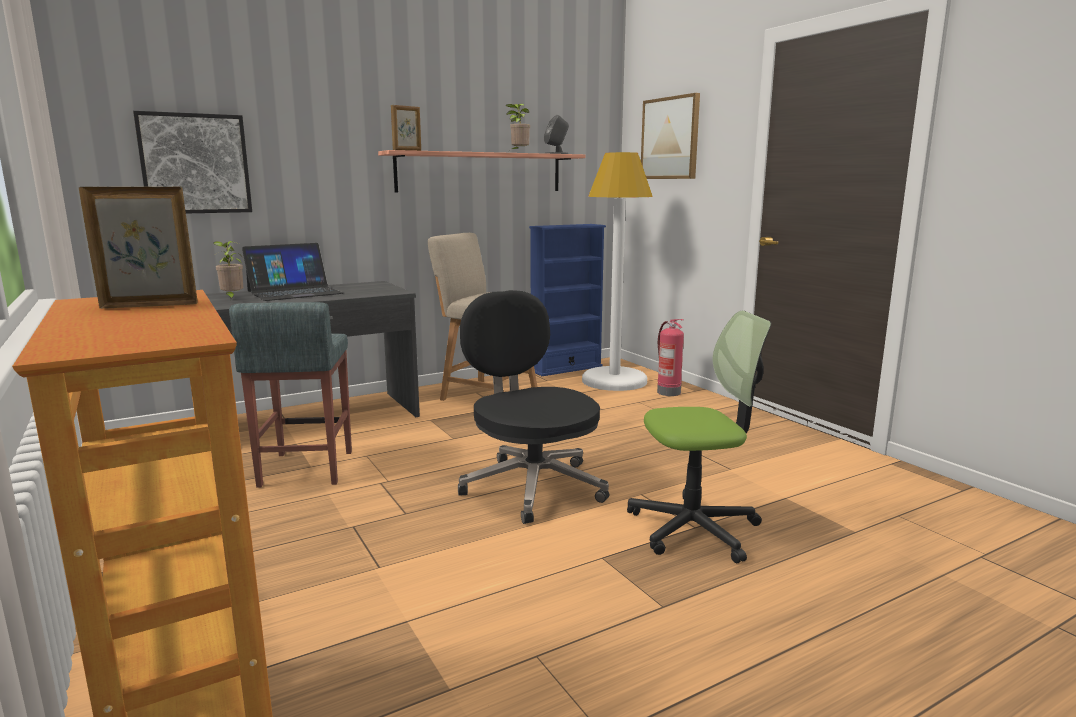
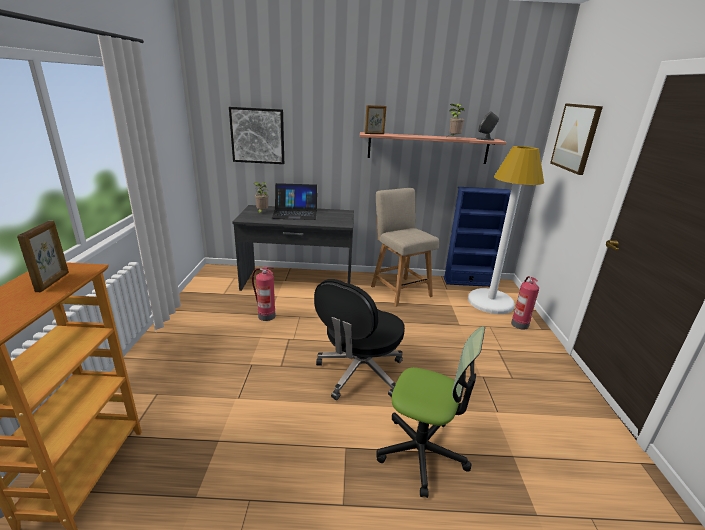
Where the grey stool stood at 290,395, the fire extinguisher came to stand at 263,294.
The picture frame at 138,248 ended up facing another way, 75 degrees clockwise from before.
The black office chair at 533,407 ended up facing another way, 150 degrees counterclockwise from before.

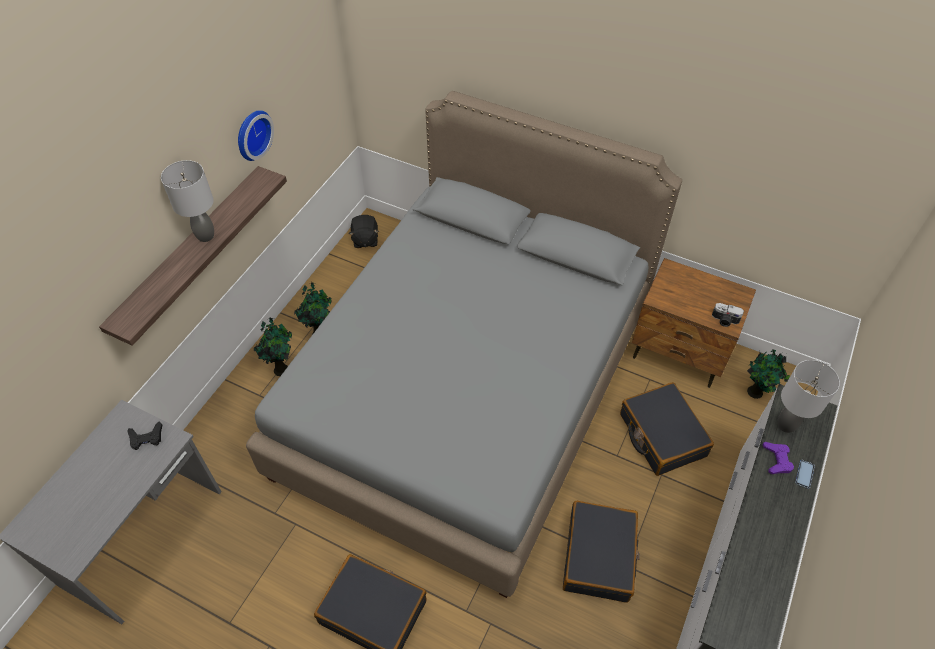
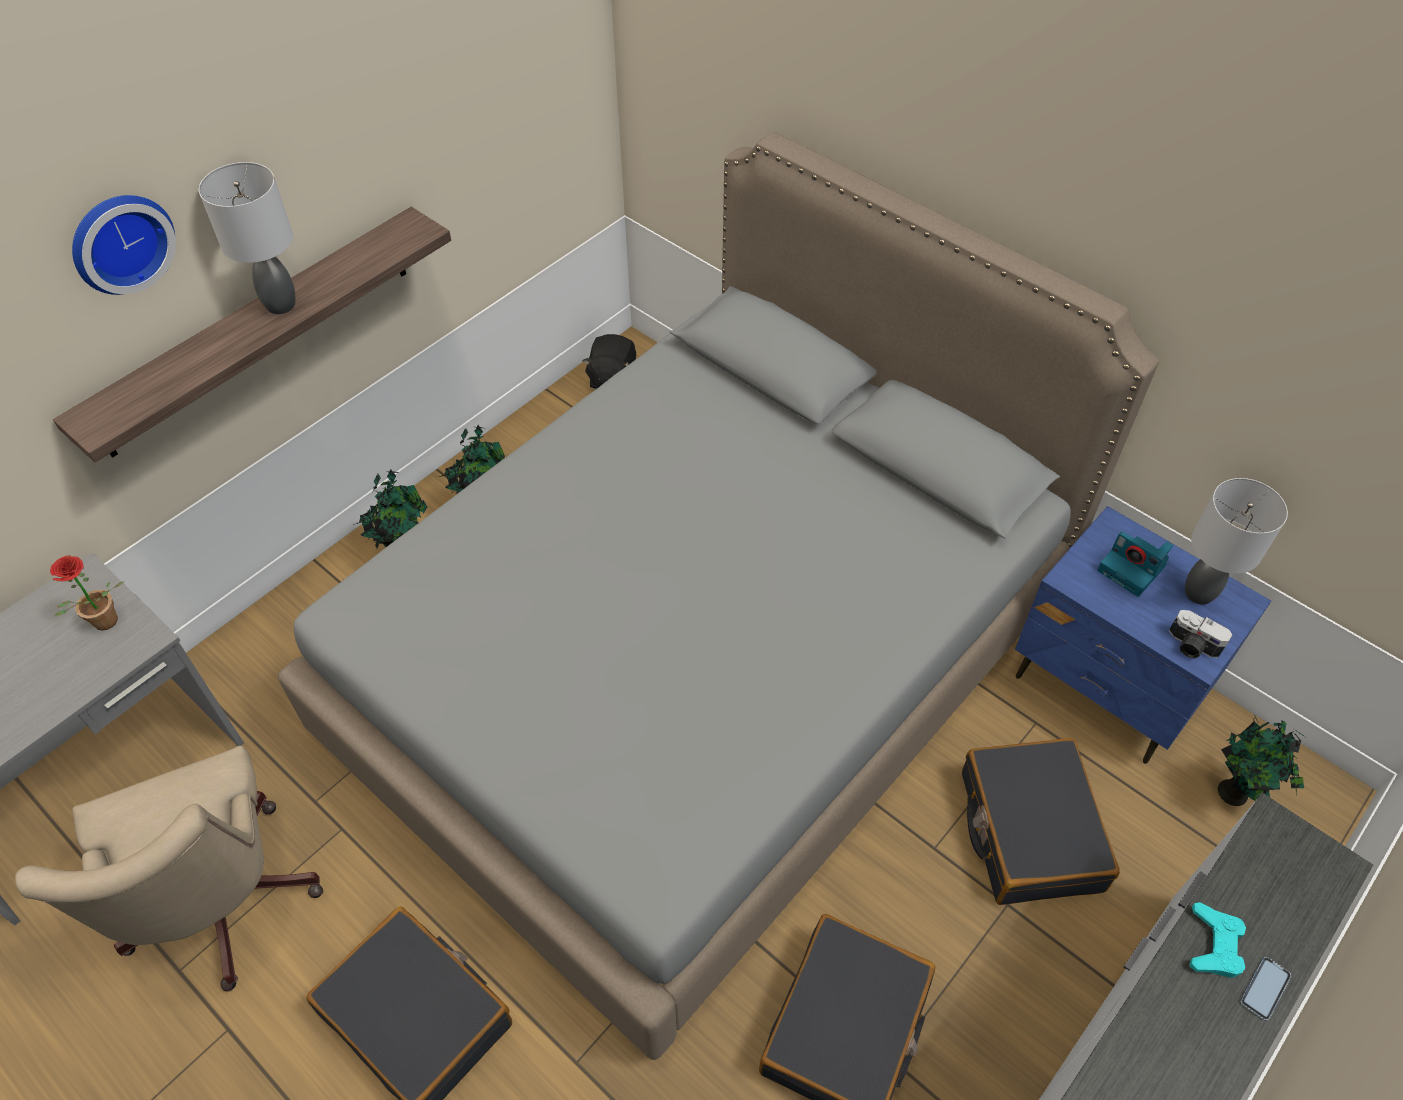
The second view gained the beige office chair at 169,869.
The second view gained the photo camera at 1135,564.
The wall clock ended up elsewhere, having gone from 256,135 to 124,245.
The grey table lamp ended up elsewhere, having gone from 809,396 to 1236,541.
Where the black game controller stood at 144,435, the potted plant came to stand at 87,593.
What was the brown nightstand at 694,323 turned into the blue nightstand at 1143,635.
What was the purple game controller at 778,458 turned into the turquoise game controller at 1217,940.

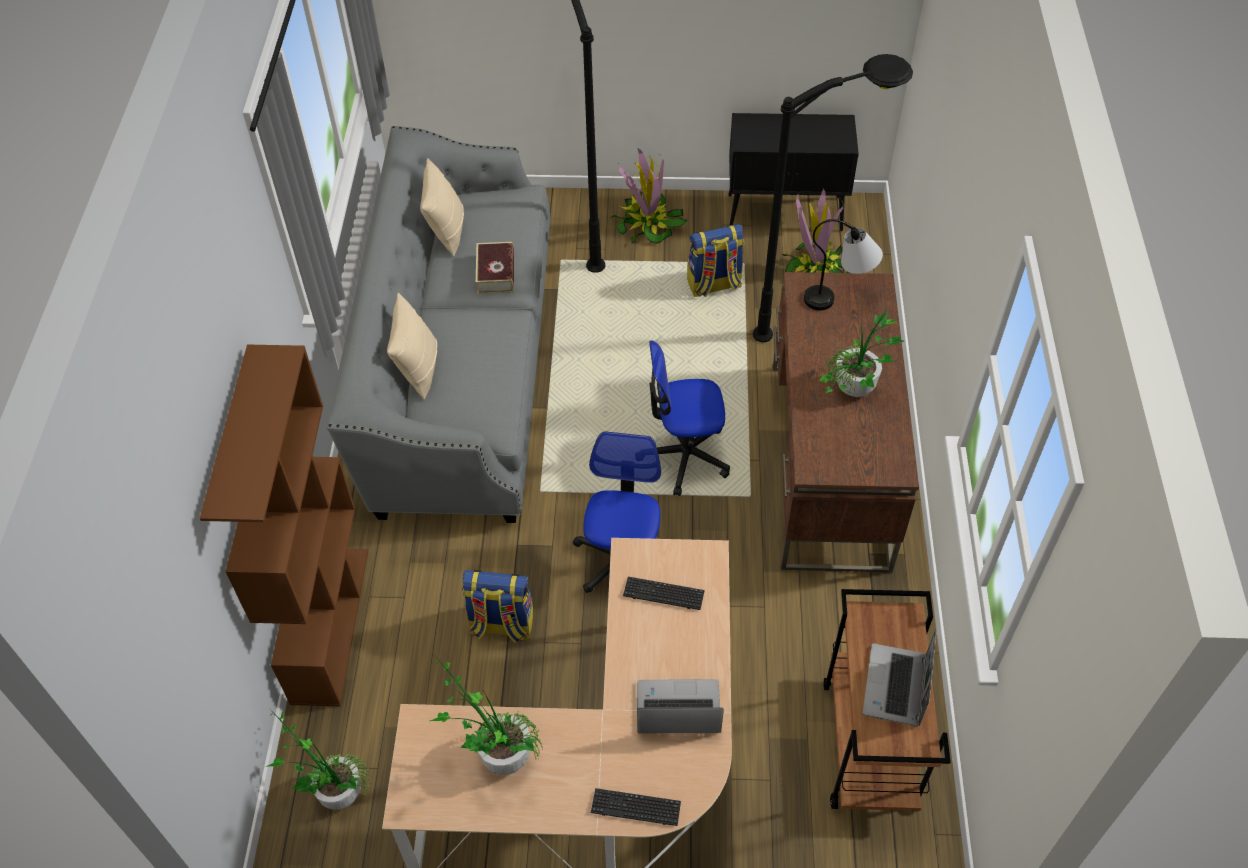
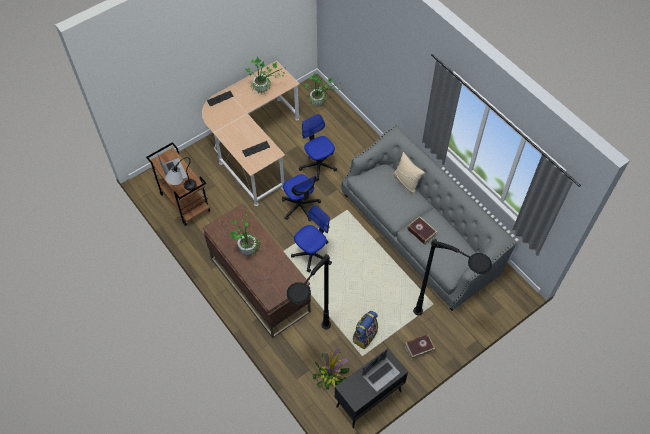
The second view lost the brown bookcase at 283,525.
The second view lost the beige pillow at 442,207.
The laptop ended up elsewhere, having gone from 680,706 to 381,370.
The table lamp ended up elsewhere, having gone from 843,264 to 181,174.
Where the backpack stood at 498,606, the office chair came to stand at 318,147.
Where the potted plant stood at 649,196, the book came to stand at 420,347.

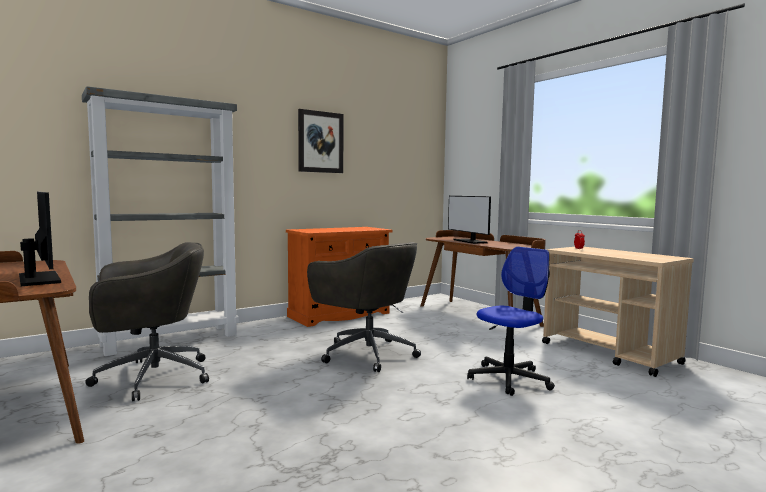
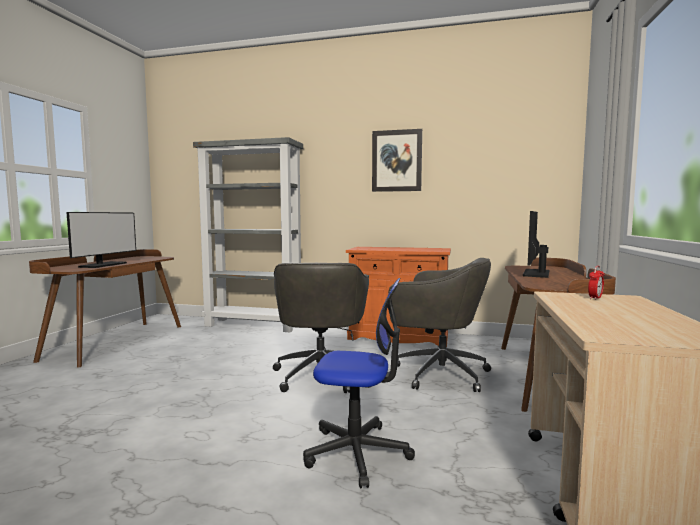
The grey office chair ended up elsewhere, having gone from 147,321 to 439,325.

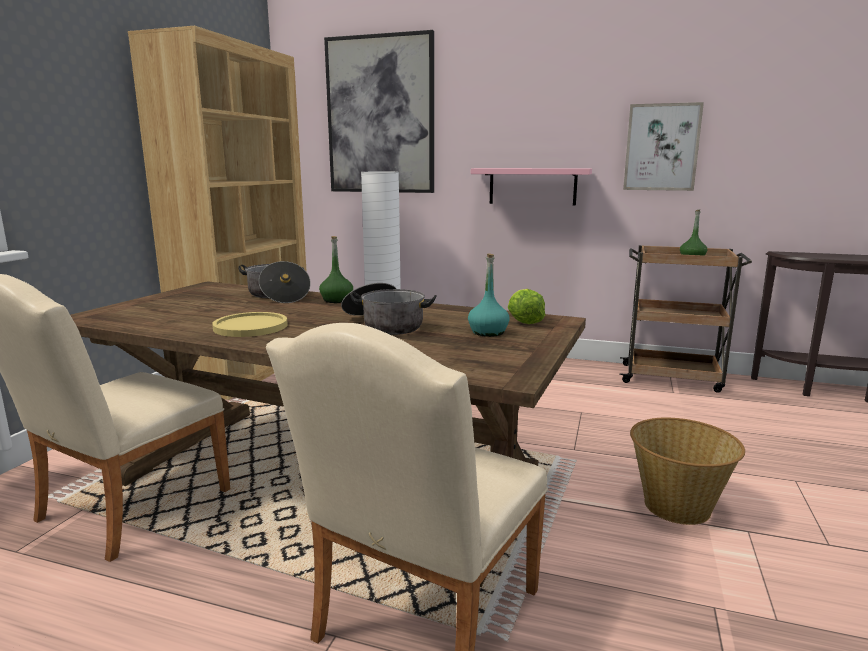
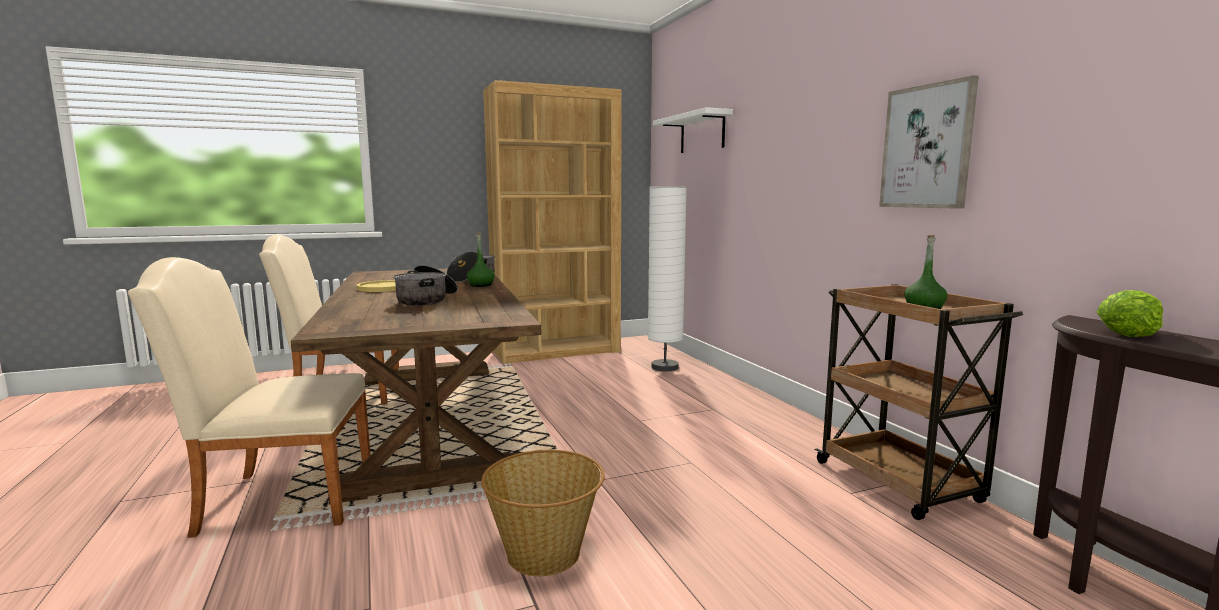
The second view lost the turquoise bottle at 488,295.
The second view lost the pink shelf at 531,186.
The lettuce ended up elsewhere, having gone from 526,306 to 1130,314.
Where the picture hung at 379,111, the white shelf came to hang at 693,130.

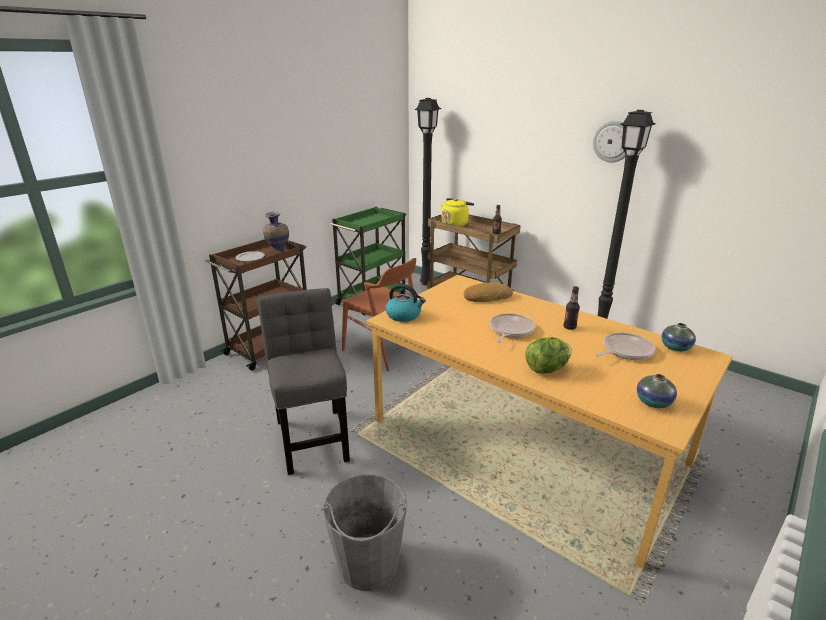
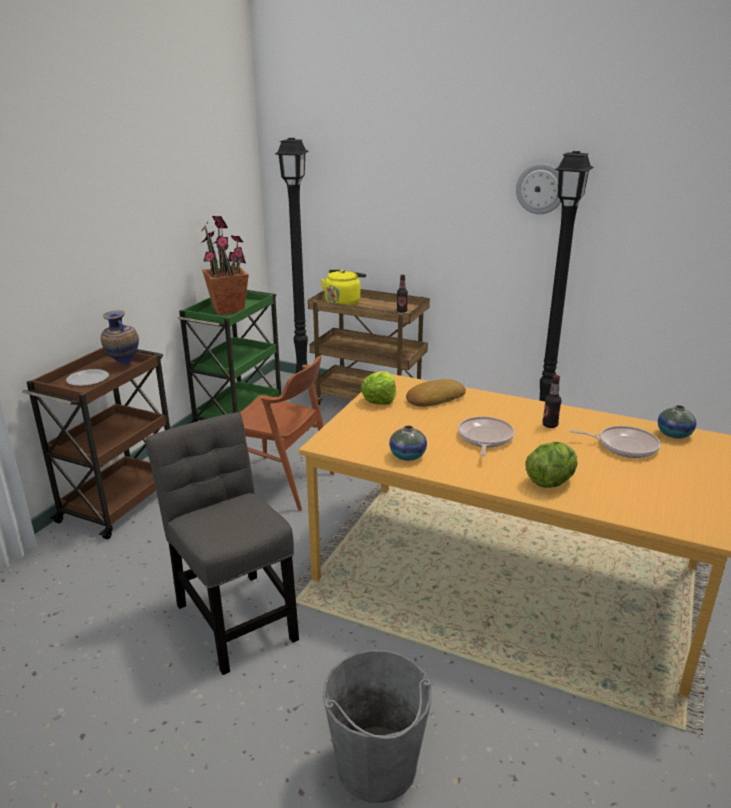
The second view lost the kettle at 406,303.
The second view gained the potted plant at 225,265.
The second view gained the lettuce at 378,388.
The vase ended up elsewhere, having gone from 657,391 to 408,443.
The frying pan at 625,346 ended up facing another way, 60 degrees clockwise from before.

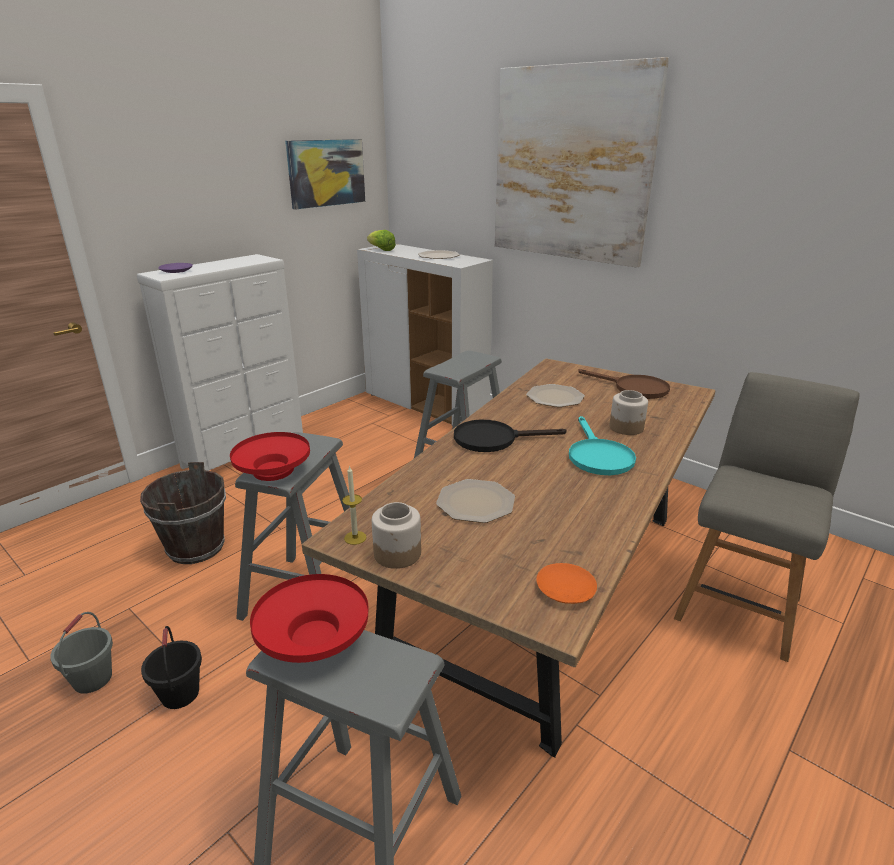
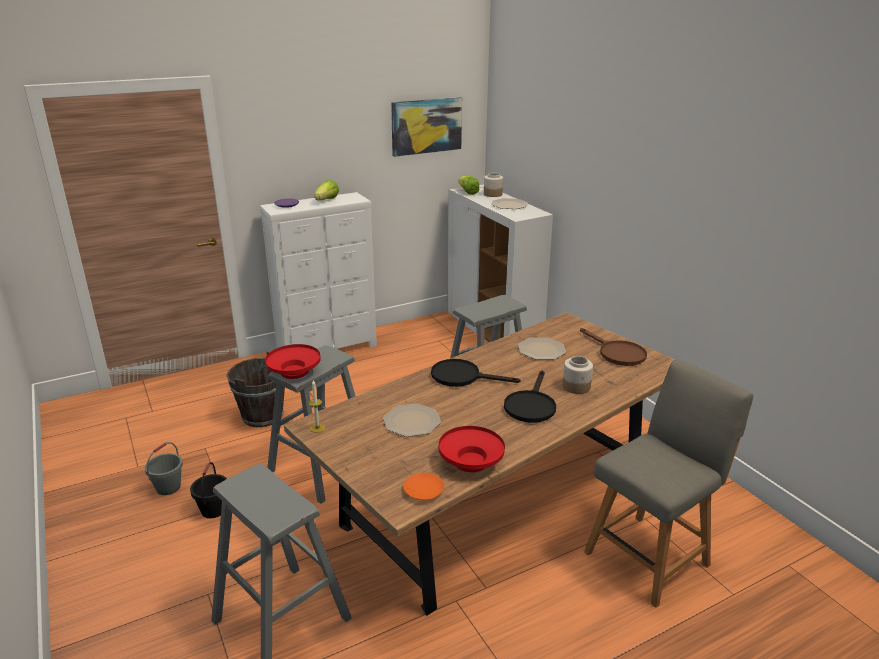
The second view lost the picture at 582,162.
The second view gained the lettuce at 326,190.
The red bowl ended up elsewhere, having gone from 309,618 to 472,449.
The jar ended up elsewhere, having gone from 396,535 to 493,185.
What was the turquoise frying pan at 602,445 turned into the black frying pan at 530,396.

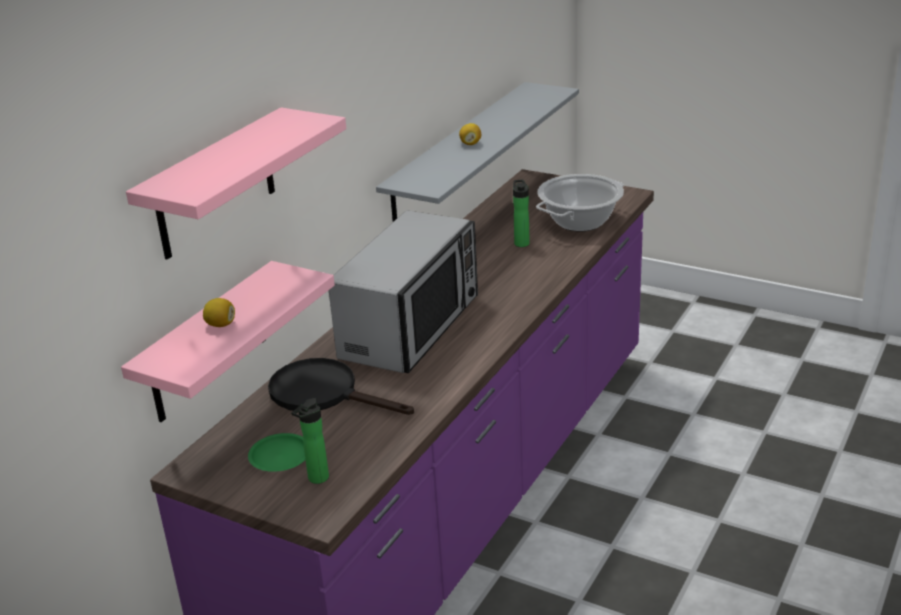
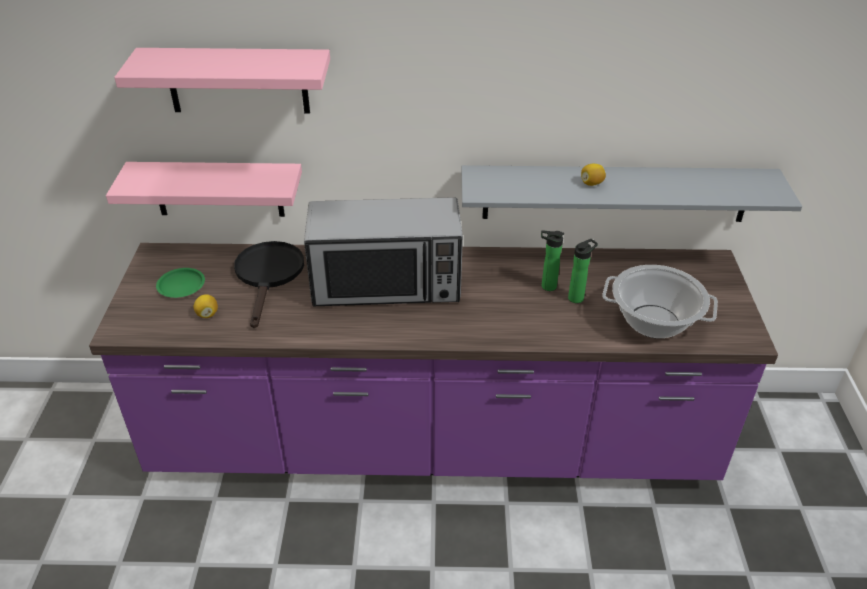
The lemon ended up elsewhere, having gone from 219,312 to 206,306.
The bottle ended up elsewhere, having gone from 310,441 to 552,260.

